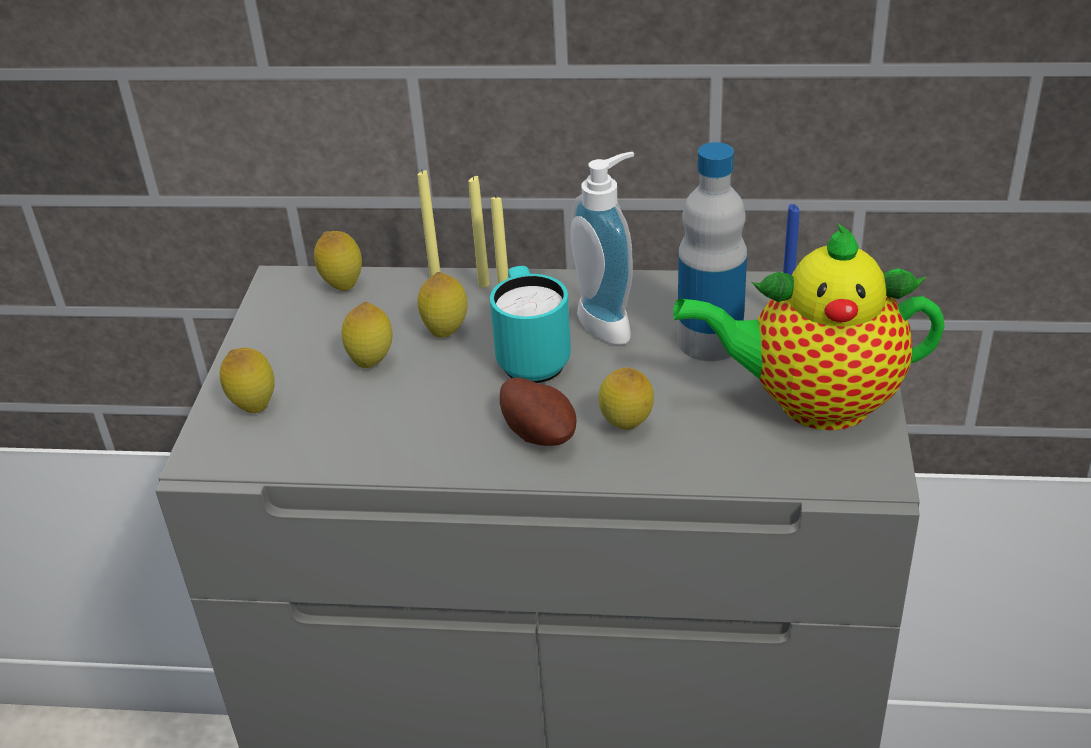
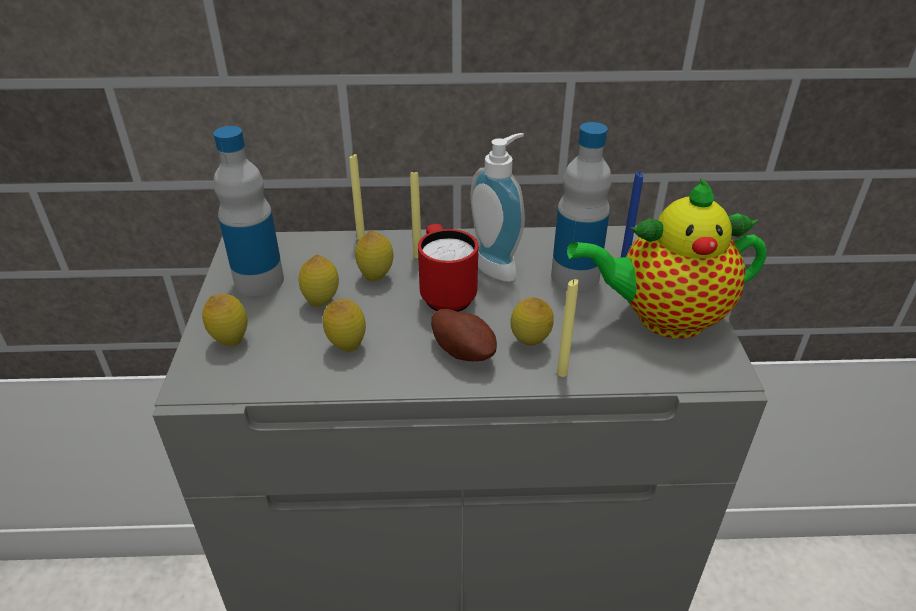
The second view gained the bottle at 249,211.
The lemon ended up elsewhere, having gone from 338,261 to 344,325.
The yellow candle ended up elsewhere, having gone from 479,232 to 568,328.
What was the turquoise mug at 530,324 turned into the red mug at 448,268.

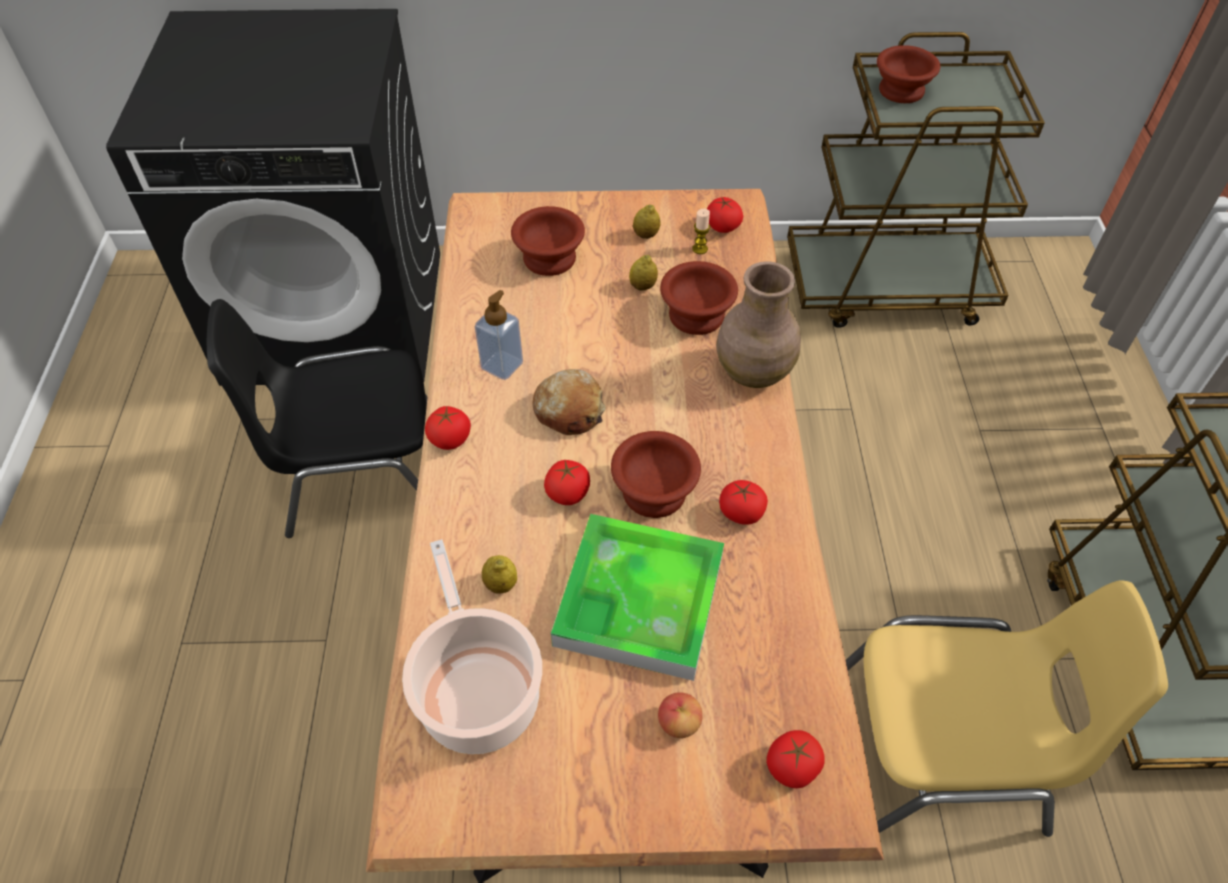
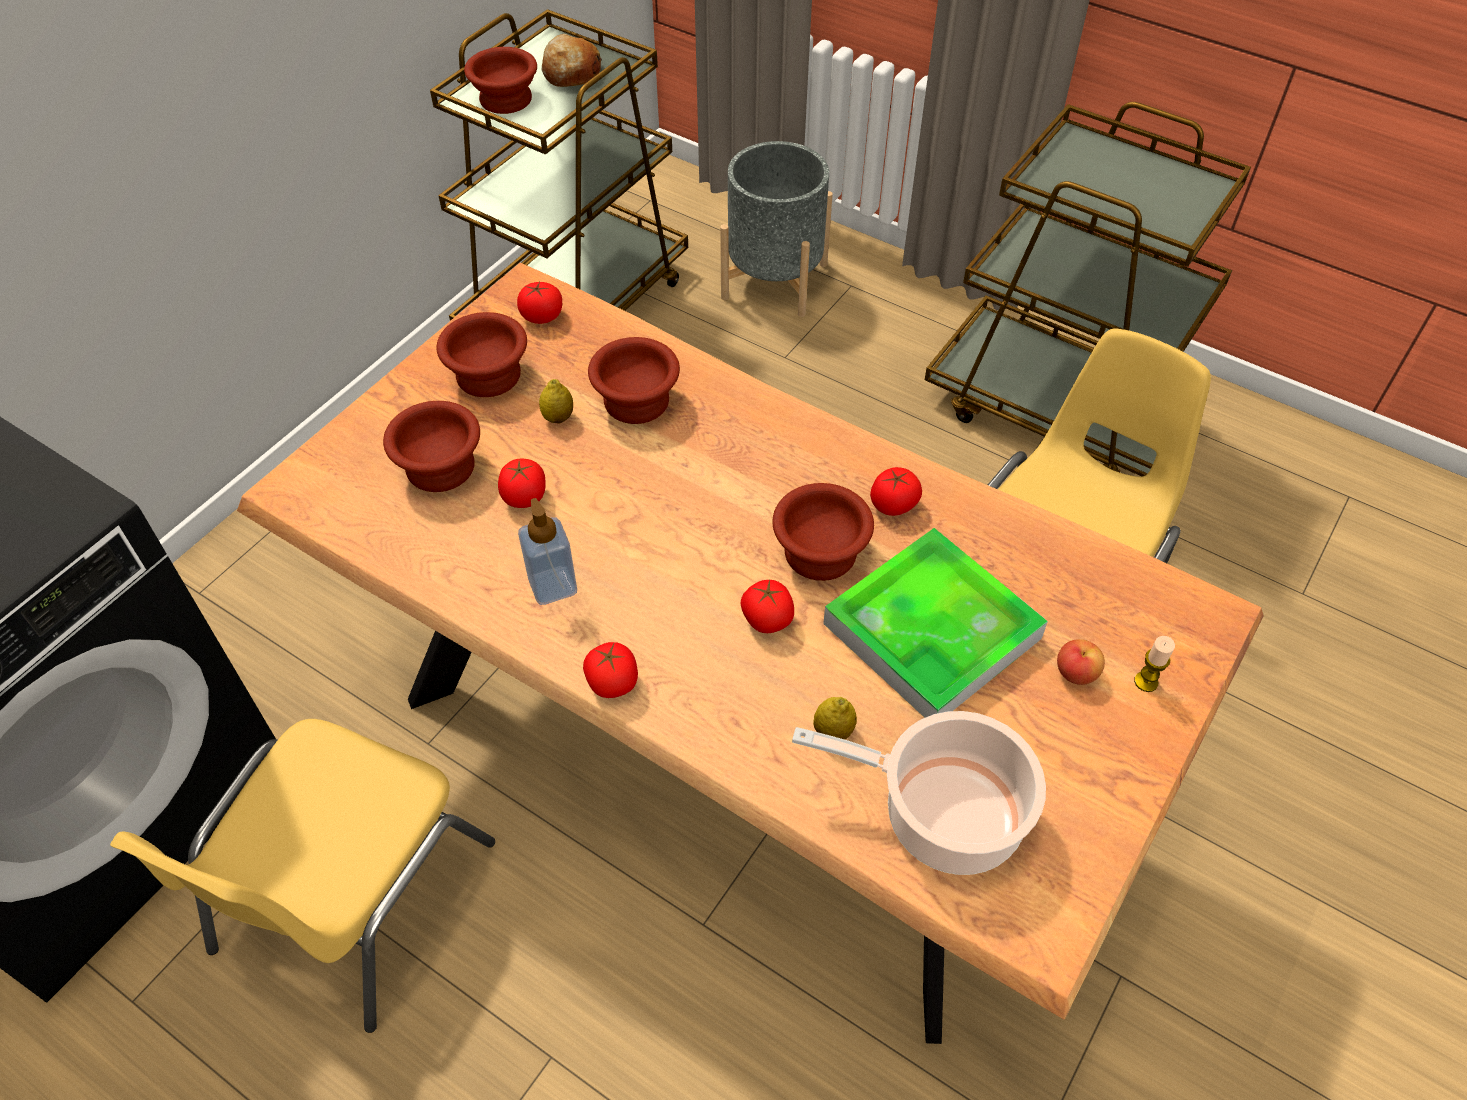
The second view lost the brown vase at 758,324.
The second view gained the grey planter at 776,229.
The bread ended up elsewhere, having gone from 569,402 to 571,60.
The candle ended up elsewhere, having gone from 701,231 to 1154,664.
The tomato ended up elsewhere, having gone from 795,759 to 521,483.
Where the lemon stood at 647,221, the brown bowl came to stand at 481,354.
What was the black chair at 317,418 turned into the yellow chair at 302,876.

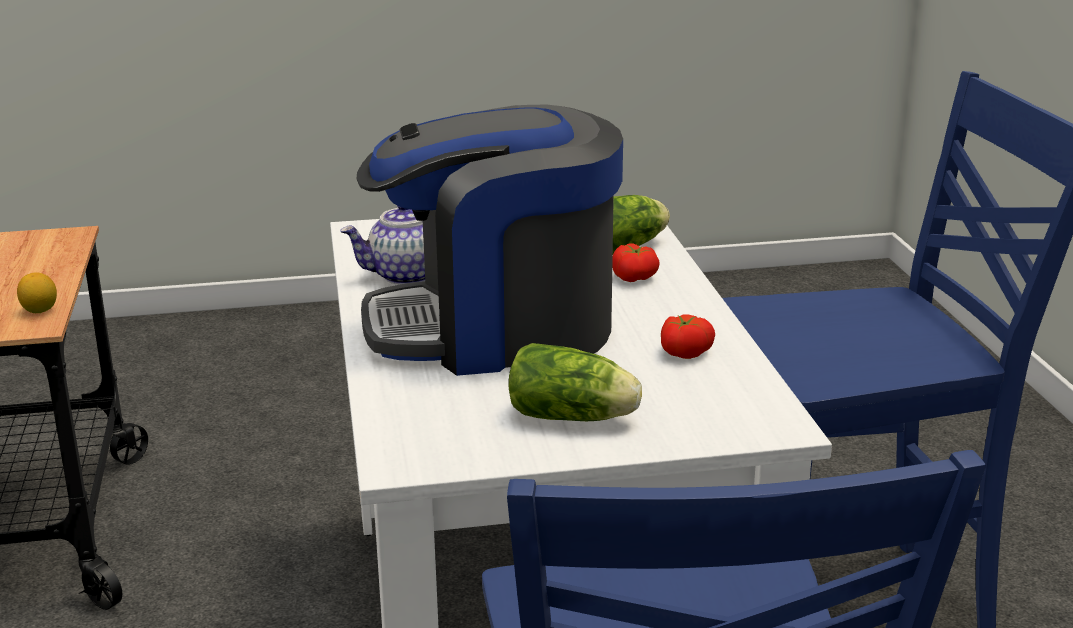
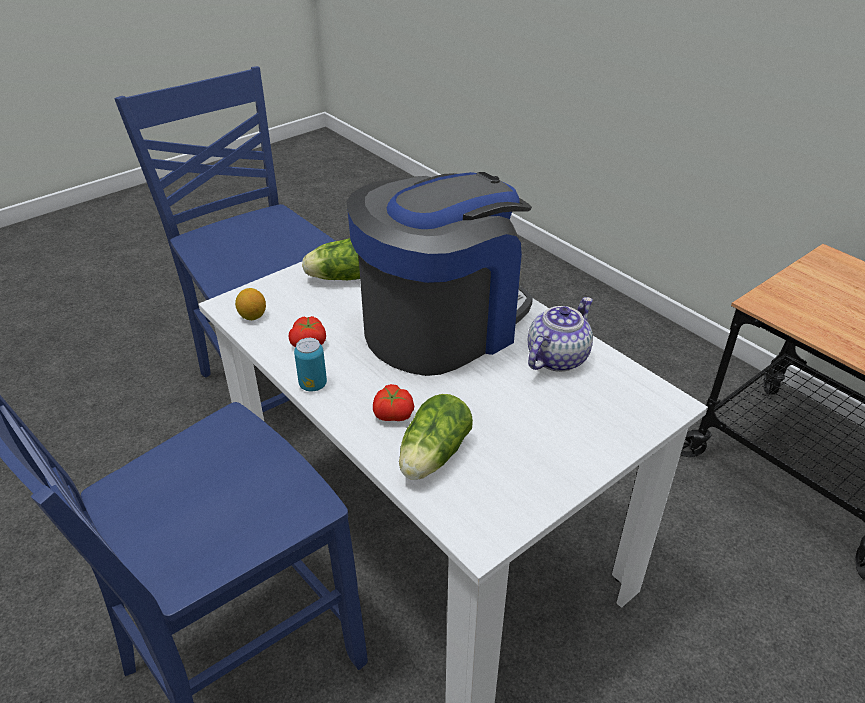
The second view gained the can at 310,365.
The lemon ended up elsewhere, having gone from 37,292 to 250,304.

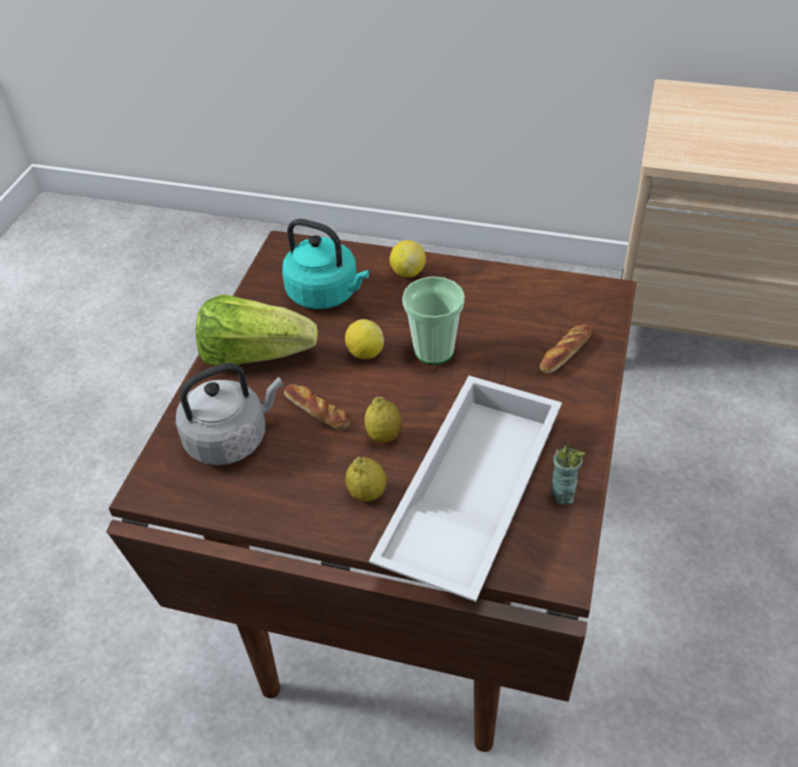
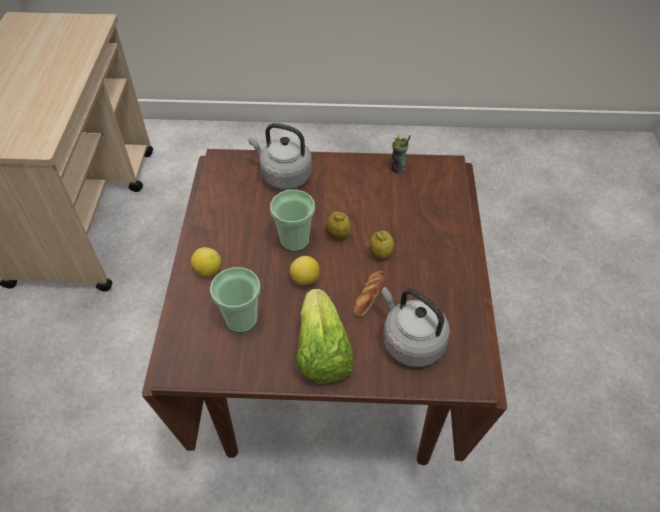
The second view lost the white tray at 465,489.
The lemon ended up elsewhere, having gone from 366,479 to 338,226.
Where the turquoise kettle stood at 325,264, the cup came to stand at 235,300.
Where the bread stood at 565,348, the grey kettle came to stand at 280,156.

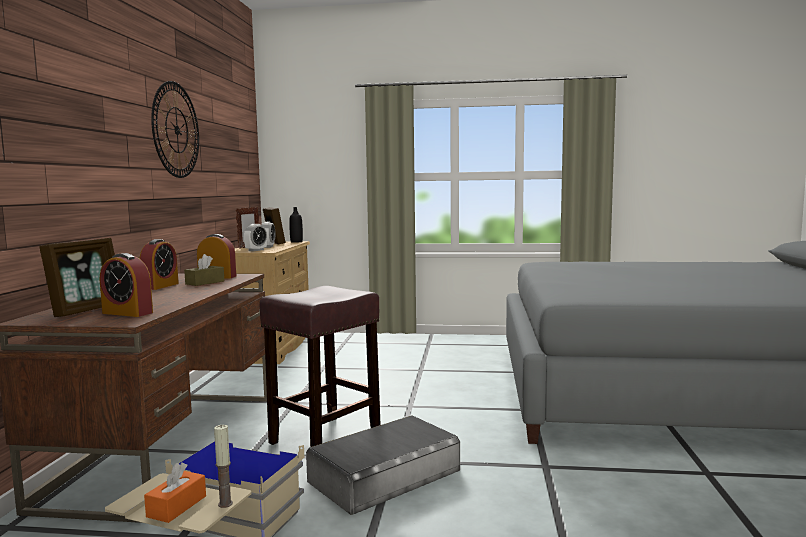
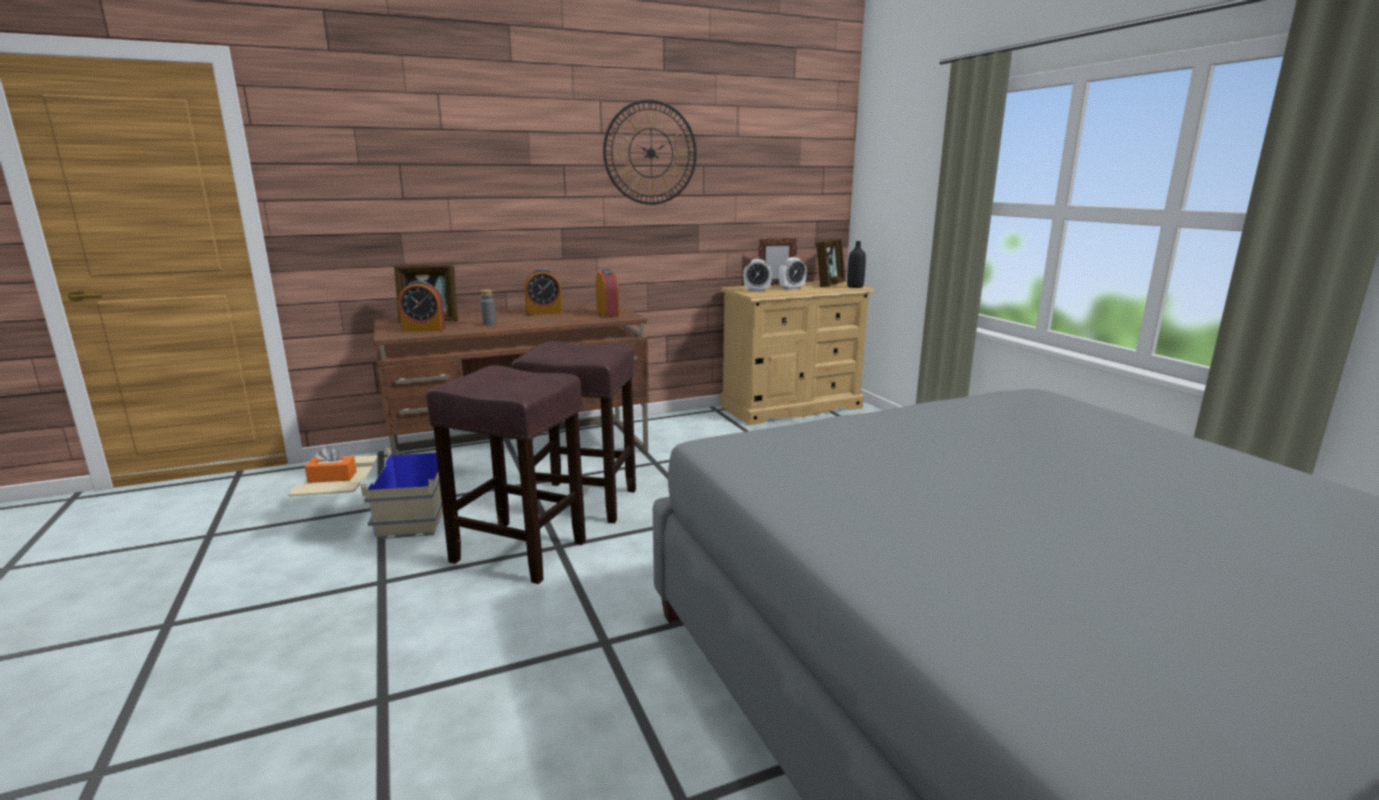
The second view lost the brown tissue box at 204,270.
The second view lost the candle at 223,466.
The second view gained the grey bottle at 488,308.
Where the grey storage box stood at 383,465, the brown stool came to stand at 506,474.
The alarm clock at 126,285 ended up facing another way, 90 degrees counterclockwise from before.

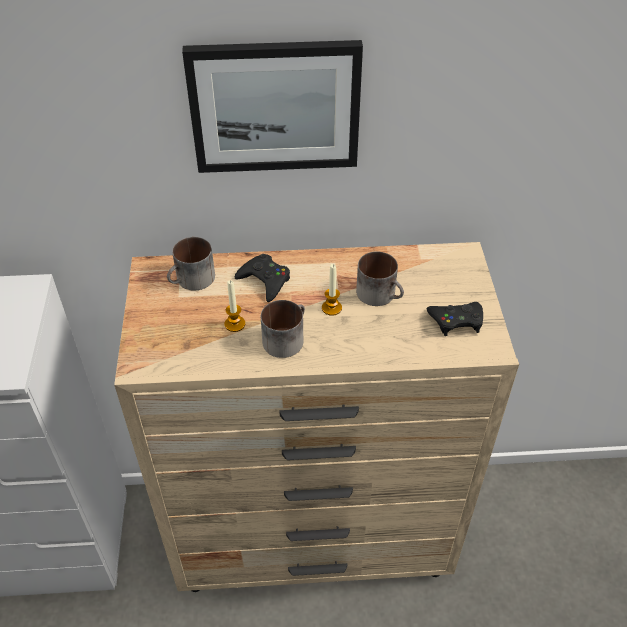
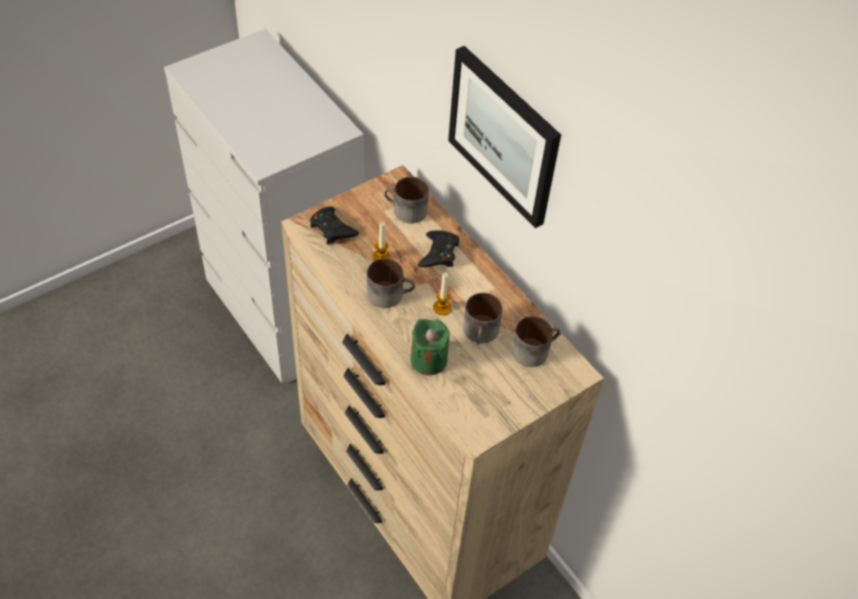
The second view gained the green candle at 430,347.
The second view gained the mug at 536,341.
The black game controller ended up elsewhere, having gone from 454,319 to 334,226.

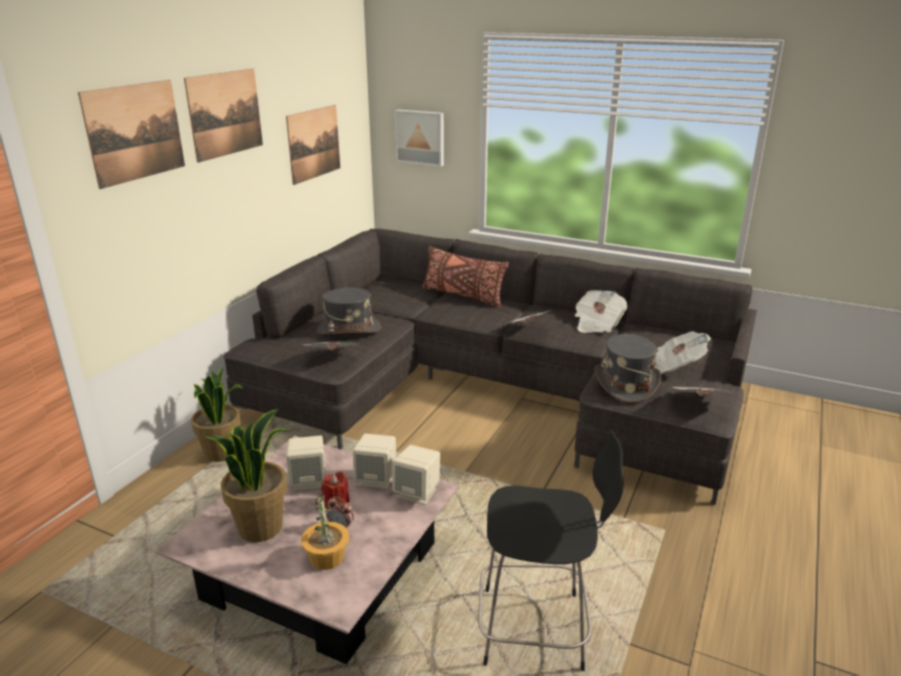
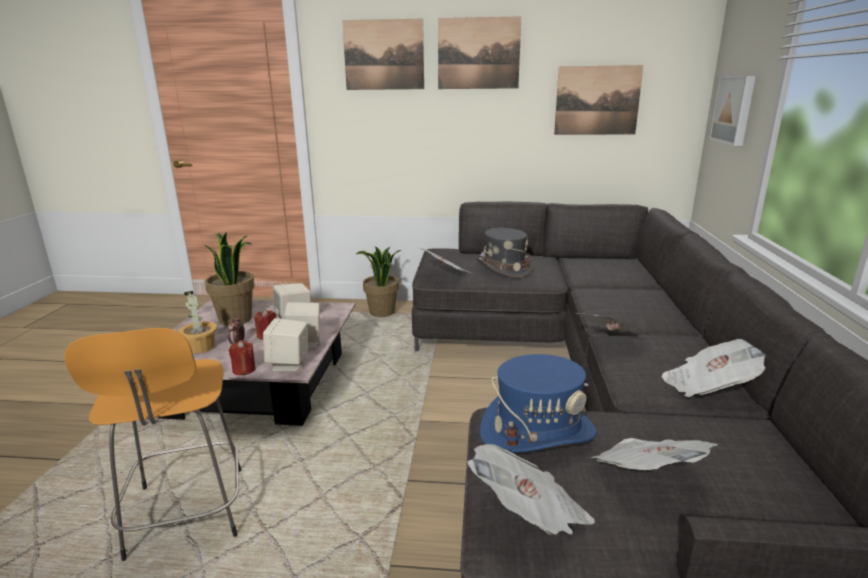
The second view lost the brown pillow at 466,277.
The second view gained the red candle at 242,357.
What was the black stool at 551,551 turned into the orange stool at 152,444.
What was the grey hat at 628,368 turned into the blue hat at 538,403.

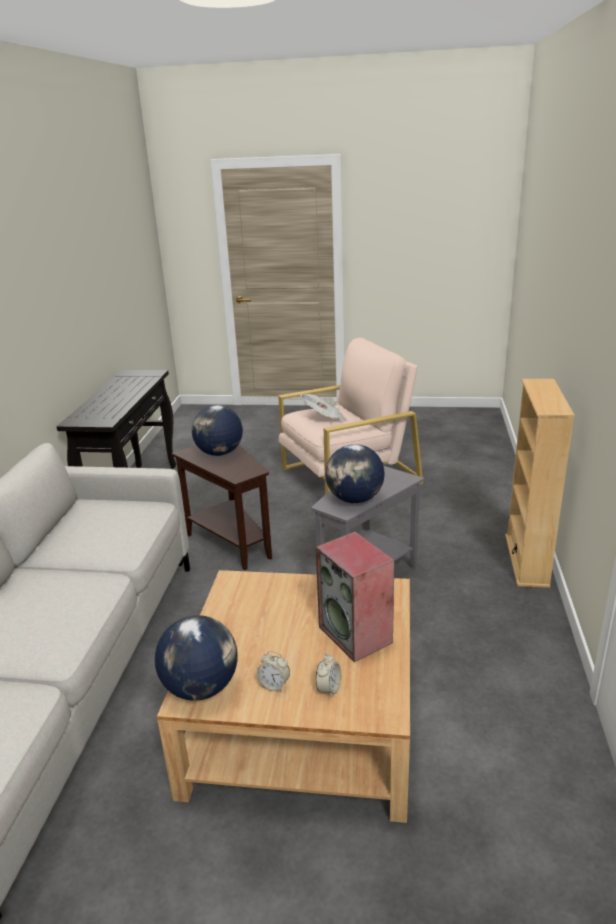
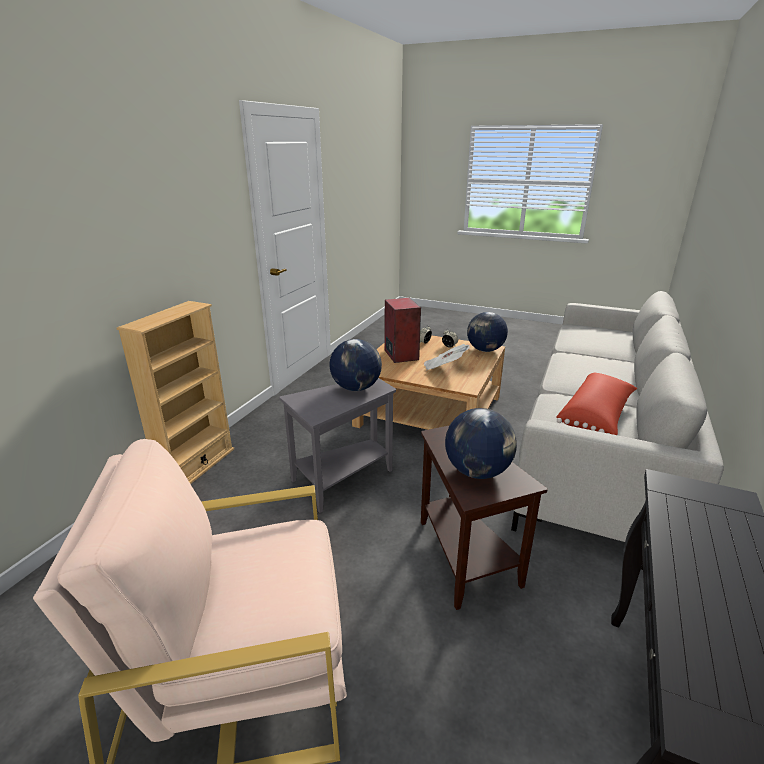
The second view gained the red pillow at 596,404.
The newspaper ended up elsewhere, having gone from 323,407 to 447,357.

